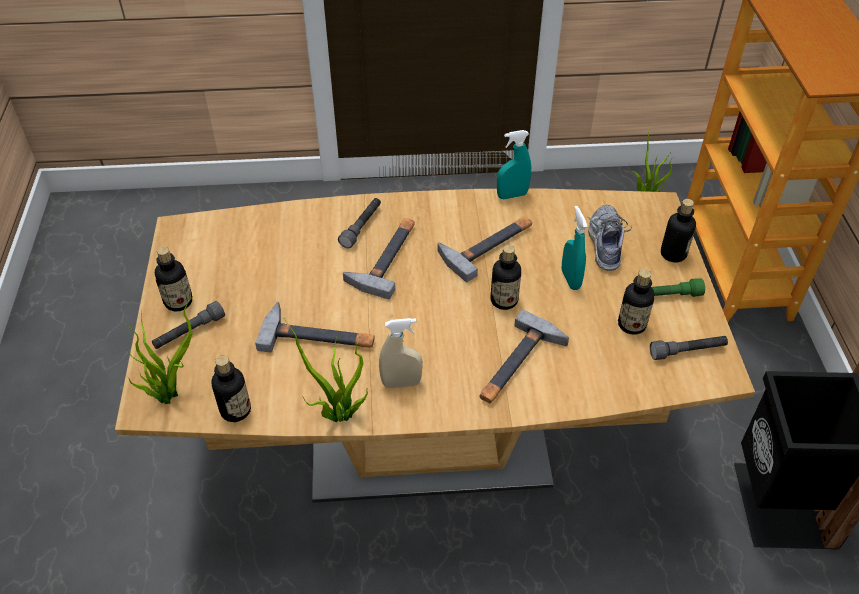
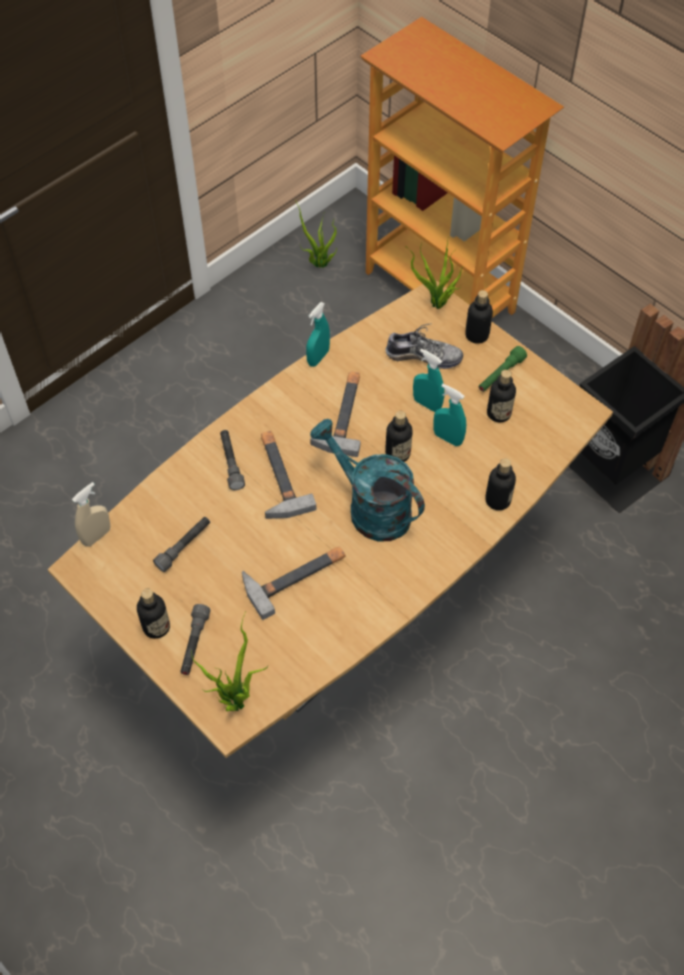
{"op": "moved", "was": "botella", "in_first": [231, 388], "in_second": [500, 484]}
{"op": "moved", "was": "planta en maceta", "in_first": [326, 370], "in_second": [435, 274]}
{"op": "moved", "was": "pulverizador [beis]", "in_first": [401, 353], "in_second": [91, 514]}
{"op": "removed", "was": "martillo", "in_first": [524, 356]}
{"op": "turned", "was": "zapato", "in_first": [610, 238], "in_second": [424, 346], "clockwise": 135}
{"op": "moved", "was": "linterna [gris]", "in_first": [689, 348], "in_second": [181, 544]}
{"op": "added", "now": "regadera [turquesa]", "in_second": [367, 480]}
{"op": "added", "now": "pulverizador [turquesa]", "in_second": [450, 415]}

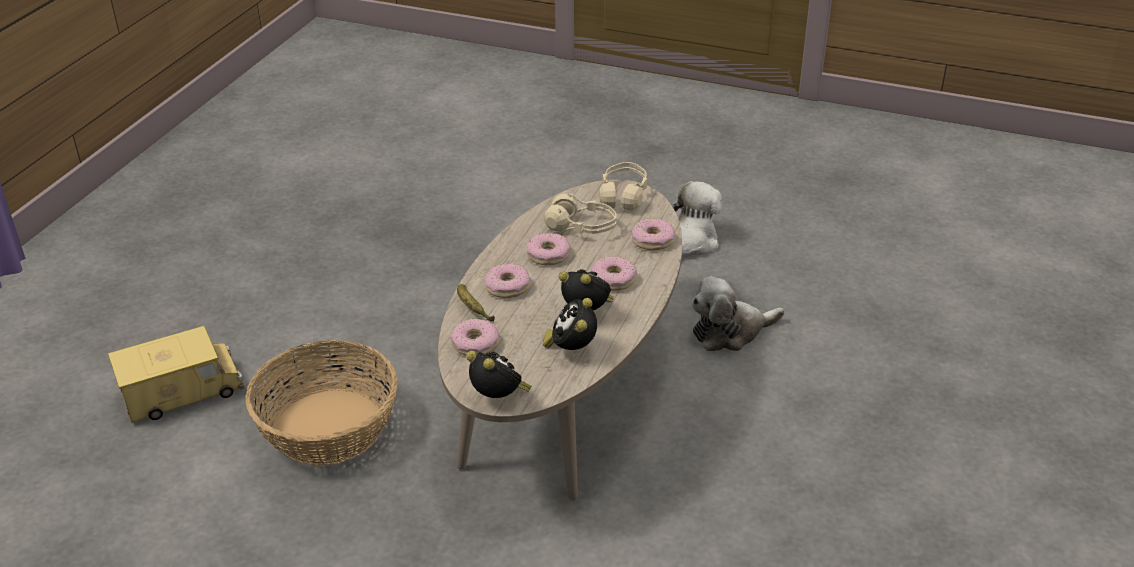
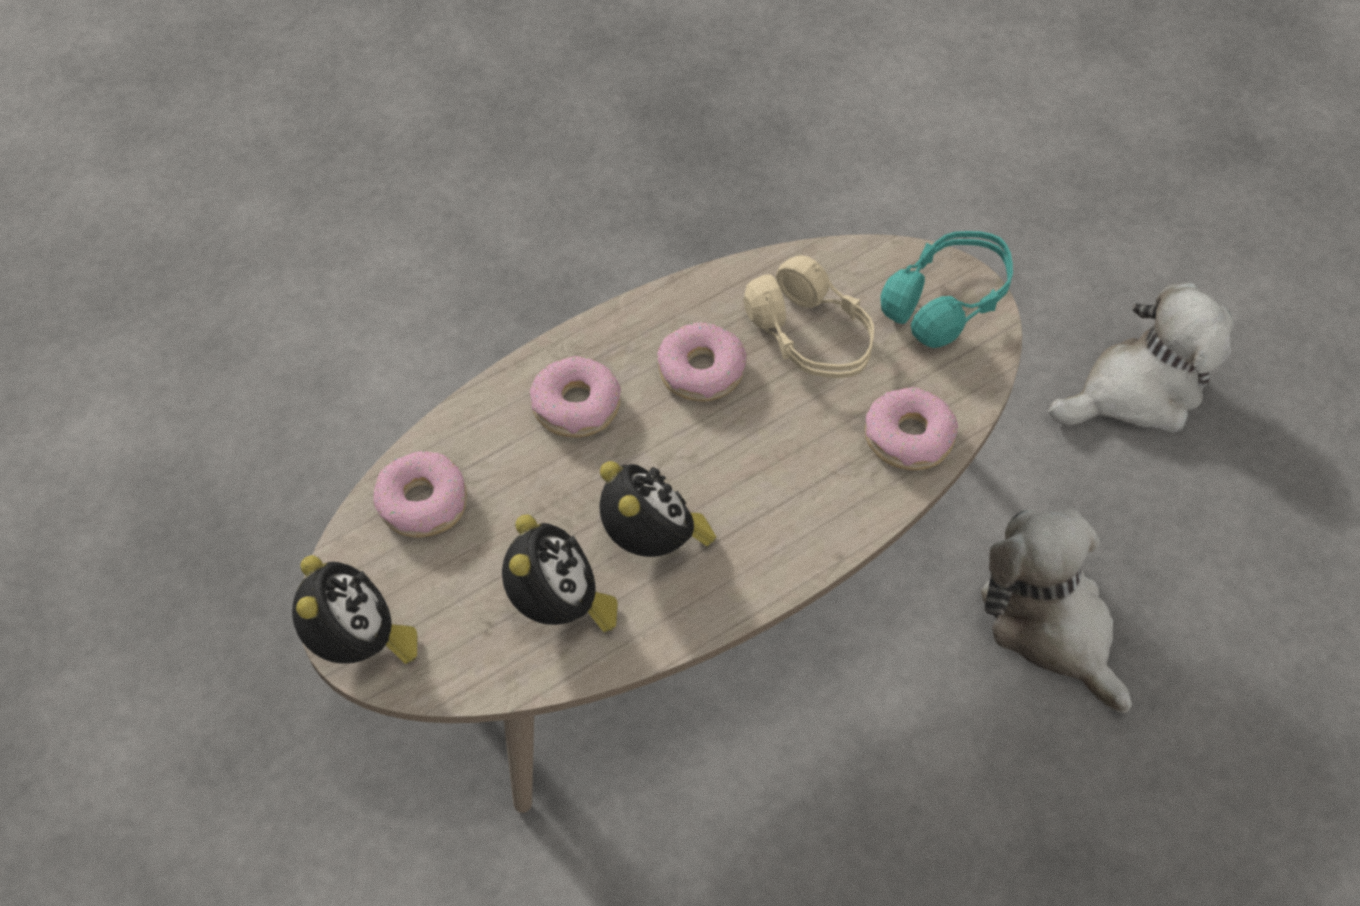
{"op": "removed", "was": "camión de juguete", "in_first": [176, 374]}
{"op": "removed", "was": "cesta", "in_first": [322, 402]}
{"op": "removed", "was": "plátano", "in_first": [476, 303]}
{"op": "turned", "was": "despertador", "in_first": [570, 324], "in_second": [560, 573], "clockwise": 135}
{"op": "removed", "was": "rosquilla", "in_first": [614, 273]}
{"op": "recoloured", "was": "auriculares [beis]", "now": "auriculares [turquesa]", "in_first": [623, 186], "in_second": [947, 289]}
{"op": "turned", "was": "peluche", "in_first": [737, 314], "in_second": [1056, 610], "clockwise": 45}

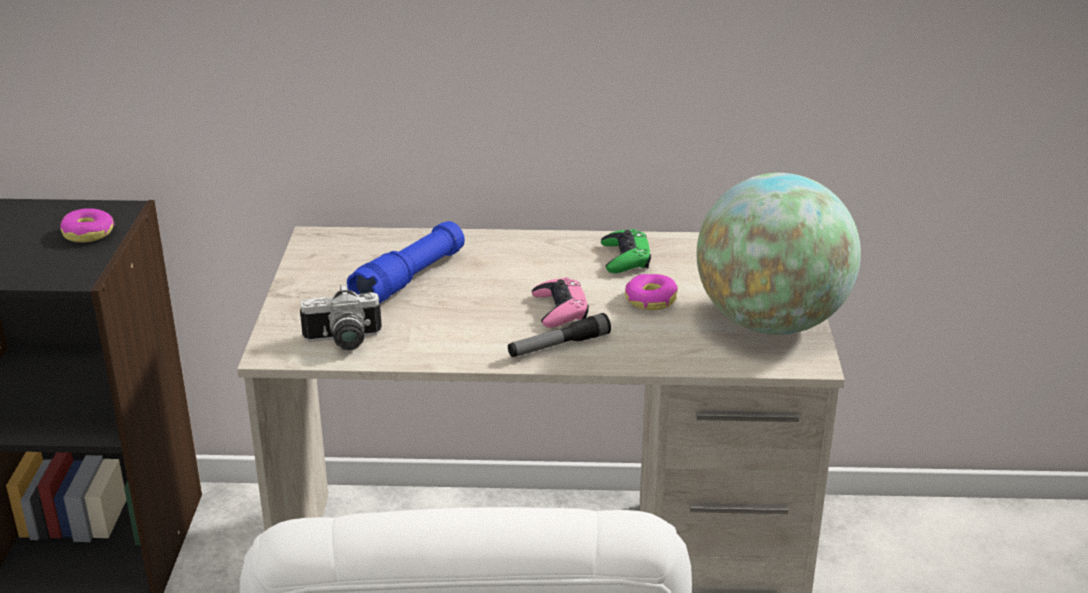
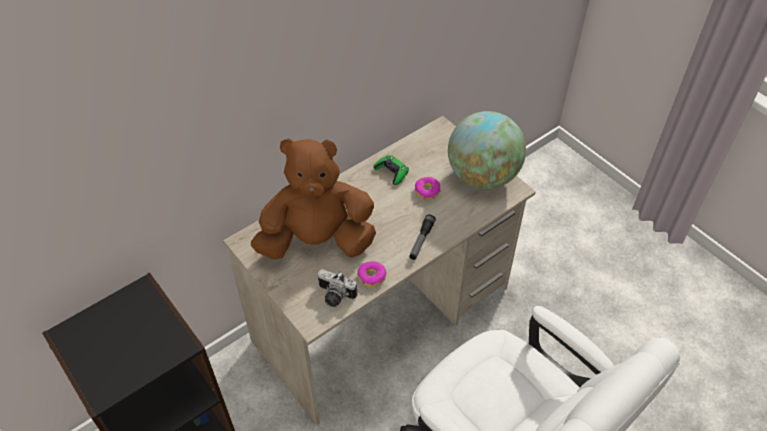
{"op": "moved", "was": "rosquilla", "in_first": [87, 225], "in_second": [372, 274]}
{"op": "turned", "was": "cámara", "in_first": [341, 317], "in_second": [337, 288], "clockwise": 75}
{"op": "replaced", "was": "linterna [azul]", "now": "peluche [marrón]", "in_first": [406, 262], "in_second": [313, 198]}
{"op": "removed", "was": "mando de consola [rosa]", "in_first": [560, 302]}

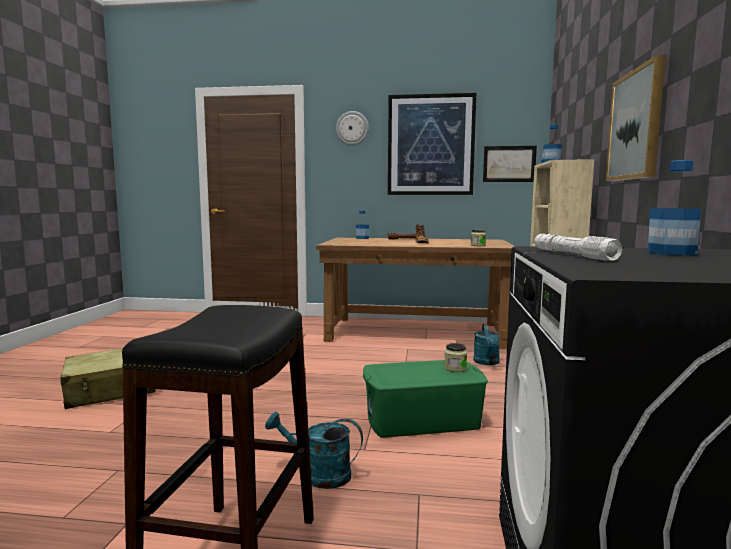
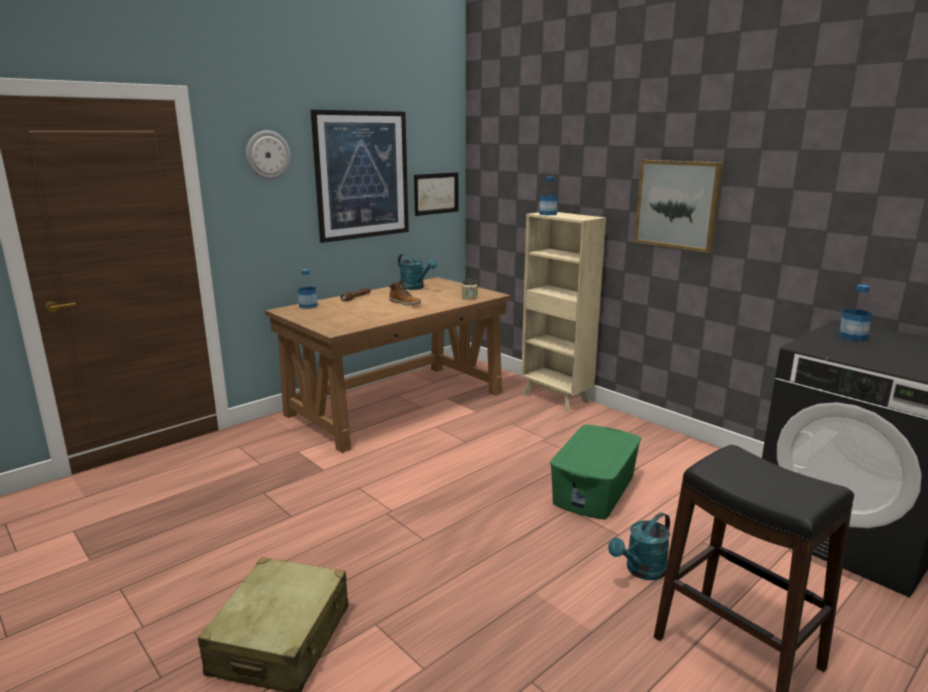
{"op": "removed", "was": "tarro", "in_first": [455, 357]}
{"op": "moved", "was": "regadera [turquesa]", "in_first": [486, 344], "in_second": [417, 272]}
{"op": "removed", "was": "linterna [blanco]", "in_first": [578, 247]}

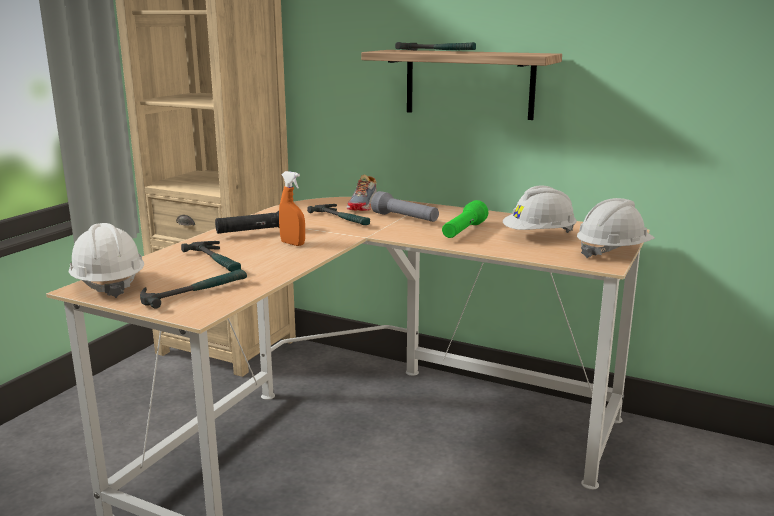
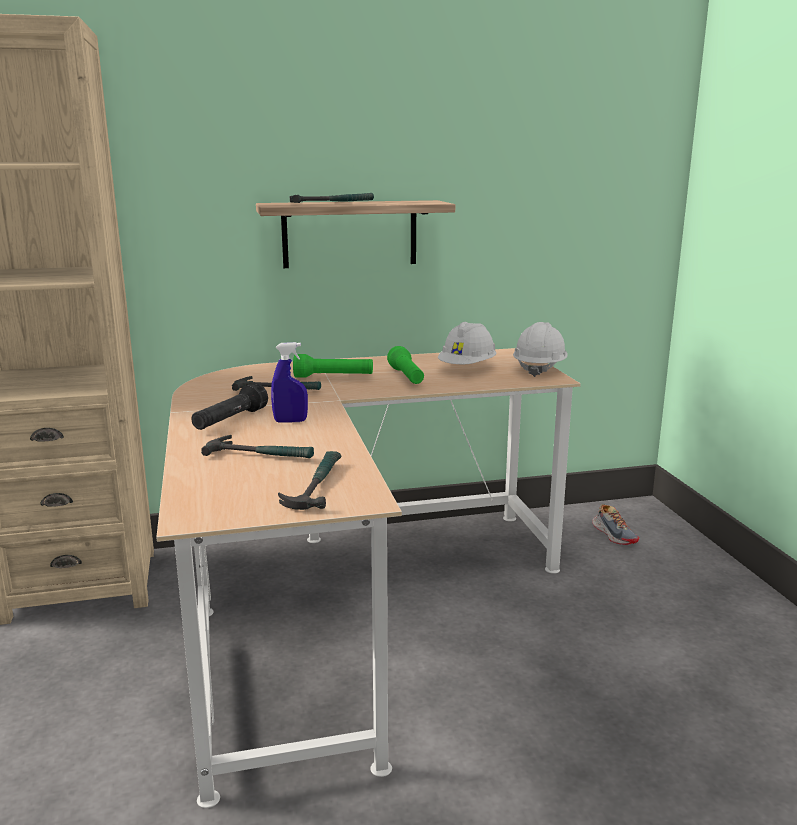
{"op": "removed", "was": "casco [blanco]", "in_first": [106, 260]}
{"op": "recoloured", "was": "pulverizador [naranja]", "now": "pulverizador [azul]", "in_first": [292, 208], "in_second": [289, 382]}
{"op": "moved", "was": "zapato", "in_first": [361, 193], "in_second": [615, 524]}
{"op": "recoloured", "was": "linterna [gris]", "now": "linterna [verde]", "in_first": [405, 206], "in_second": [333, 366]}

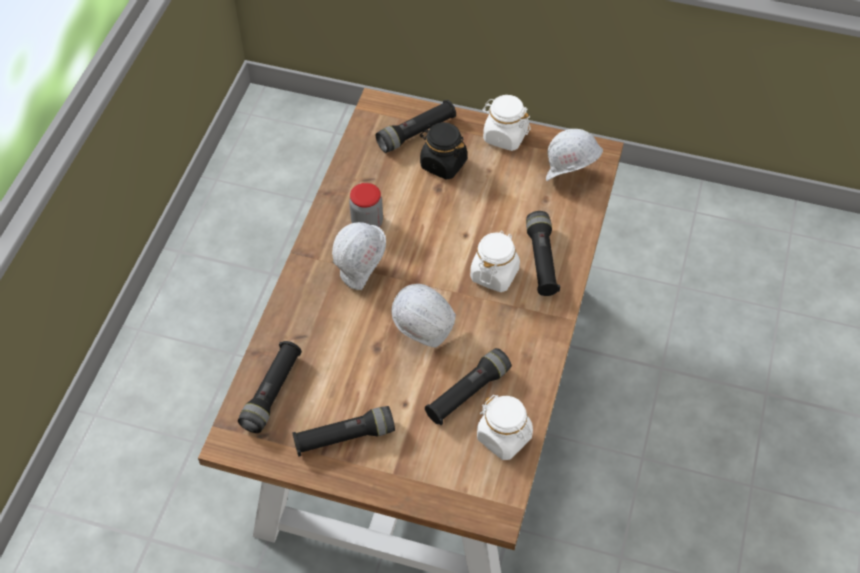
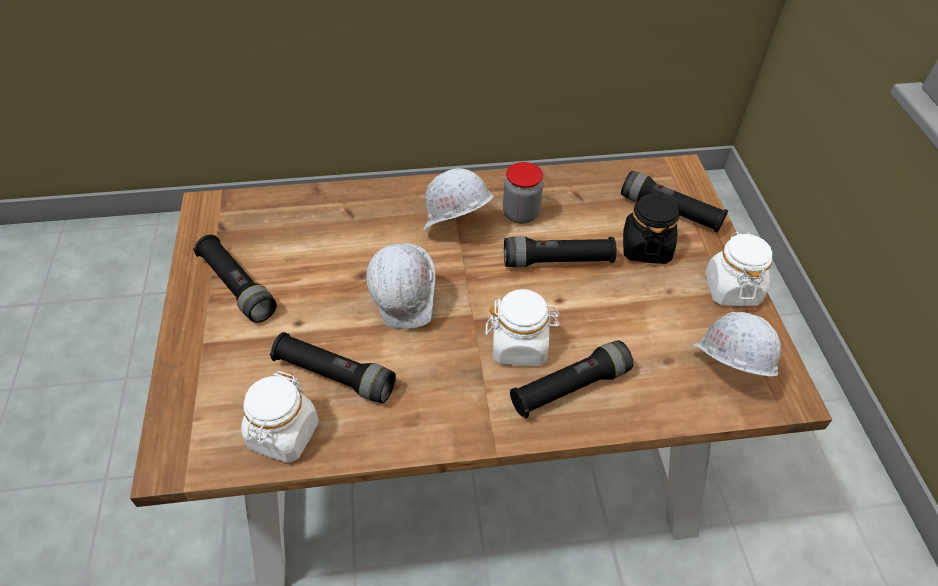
{"op": "moved", "was": "linterna [negro]", "in_first": [270, 387], "in_second": [560, 252]}

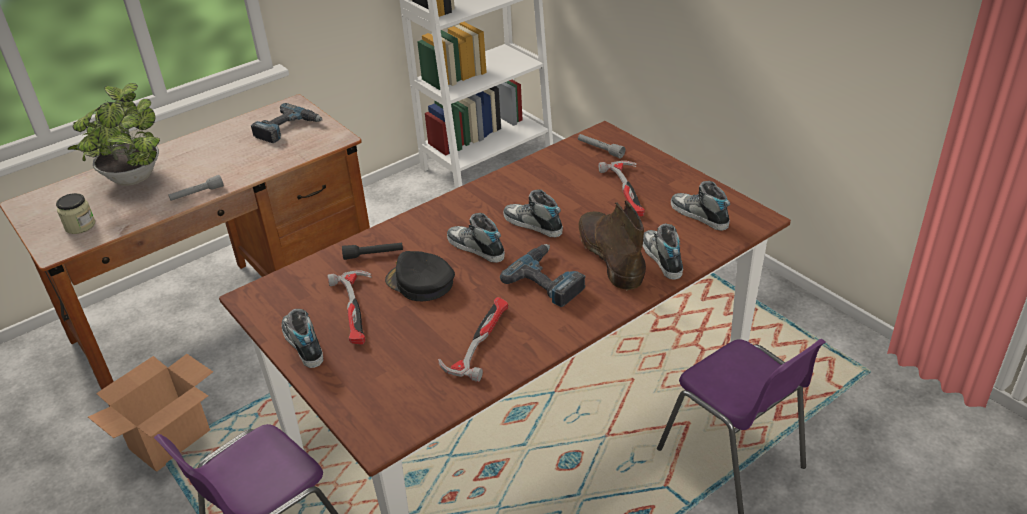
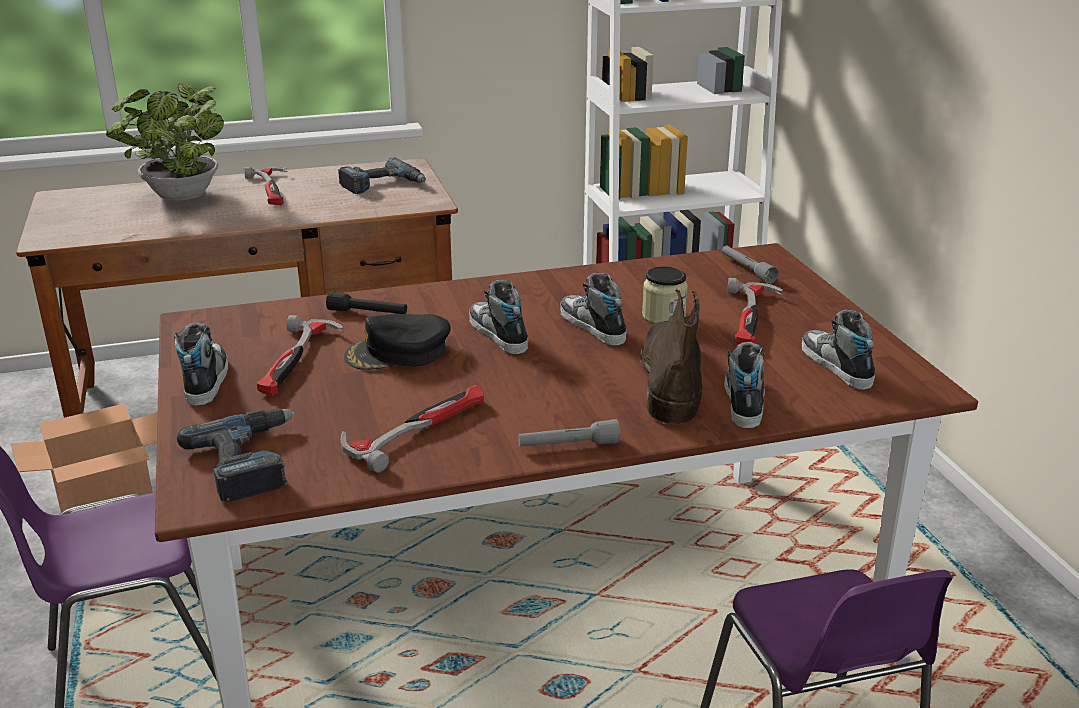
{"op": "moved", "was": "tarro", "in_first": [75, 213], "in_second": [665, 295]}
{"op": "moved", "was": "linterna [gris]", "in_first": [196, 188], "in_second": [569, 433]}
{"op": "turned", "was": "gorra [negro]", "in_first": [420, 276], "in_second": [397, 342], "clockwise": -75}
{"op": "moved", "was": "taladro", "in_first": [543, 275], "in_second": [236, 455]}
{"op": "added", "now": "martillo", "in_second": [265, 186]}

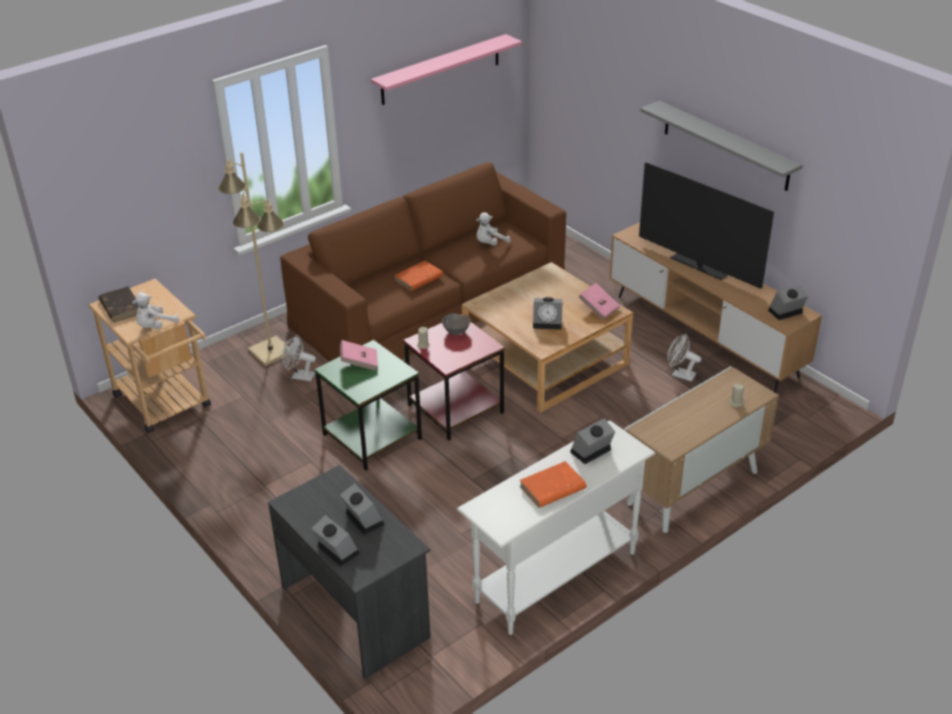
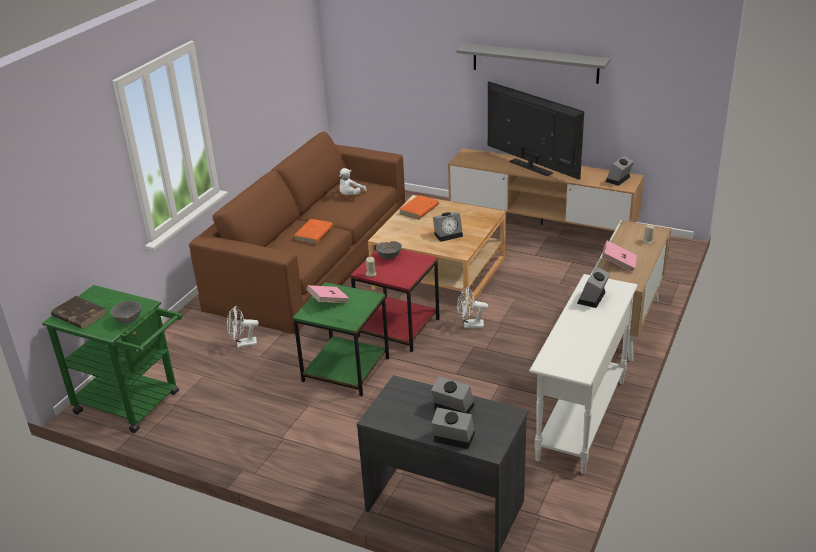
{"op": "recoloured", "was": "carrito [beis]", "now": "carrito [verde]", "in_first": [149, 356], "in_second": [112, 359]}
{"op": "replaced", "was": "peluche [blanco]", "now": "cuenco [gris]", "in_first": [155, 310], "in_second": [126, 312]}
{"op": "removed", "was": "lámpara de pie [beis]", "in_first": [253, 259]}
{"op": "removed", "was": "estante [rosa]", "in_first": [446, 69]}
{"op": "moved", "was": "libro [naranja]", "in_first": [553, 484], "in_second": [419, 207]}
{"op": "moved", "was": "libro [rosa]", "in_first": [599, 301], "in_second": [619, 256]}
{"op": "turned", "was": "televisor", "in_first": [706, 225], "in_second": [536, 131], "clockwise": -150}
{"op": "moved", "was": "ventilador [blanco]", "in_first": [684, 357], "in_second": [472, 307]}

